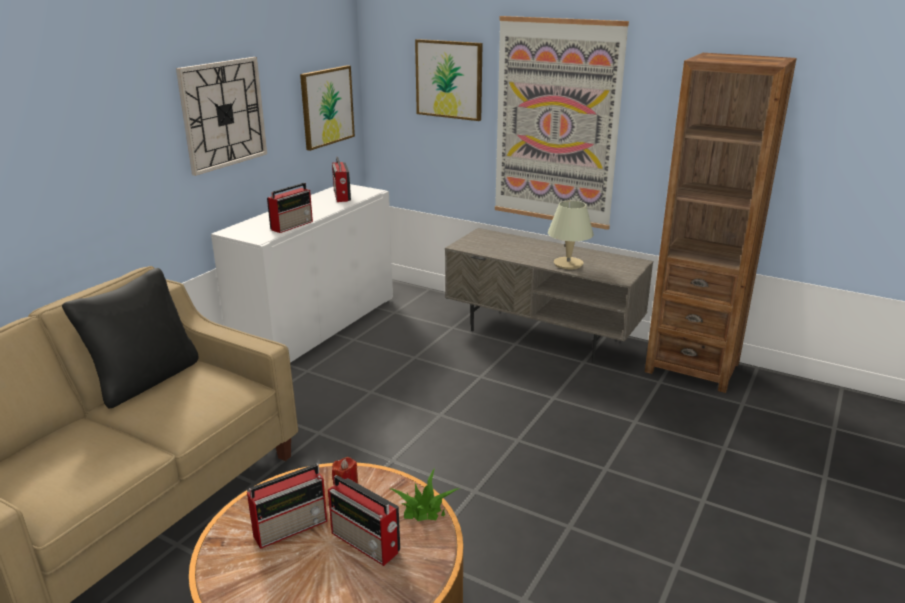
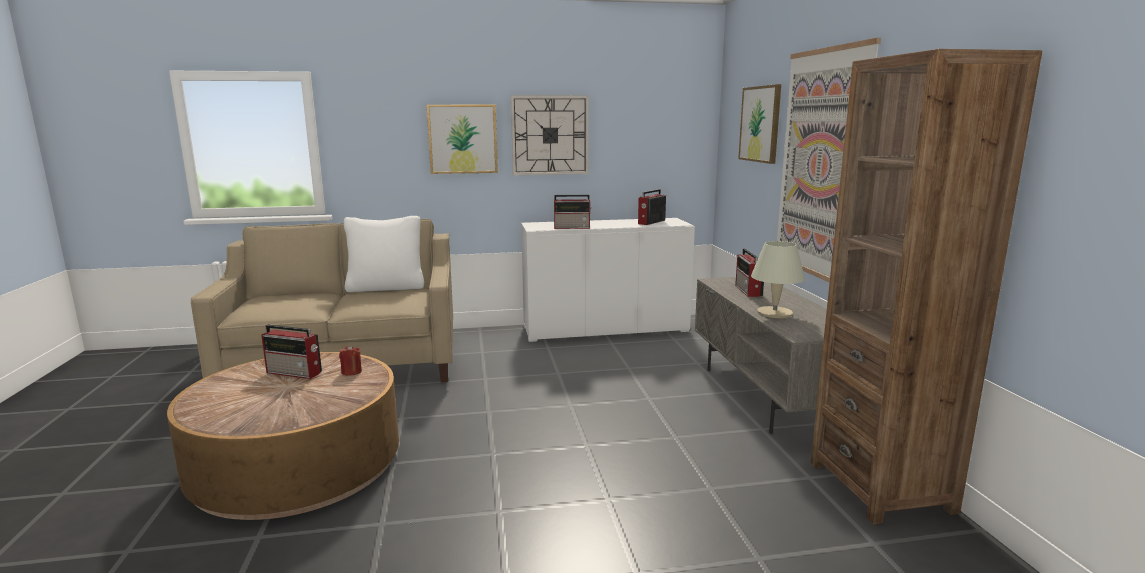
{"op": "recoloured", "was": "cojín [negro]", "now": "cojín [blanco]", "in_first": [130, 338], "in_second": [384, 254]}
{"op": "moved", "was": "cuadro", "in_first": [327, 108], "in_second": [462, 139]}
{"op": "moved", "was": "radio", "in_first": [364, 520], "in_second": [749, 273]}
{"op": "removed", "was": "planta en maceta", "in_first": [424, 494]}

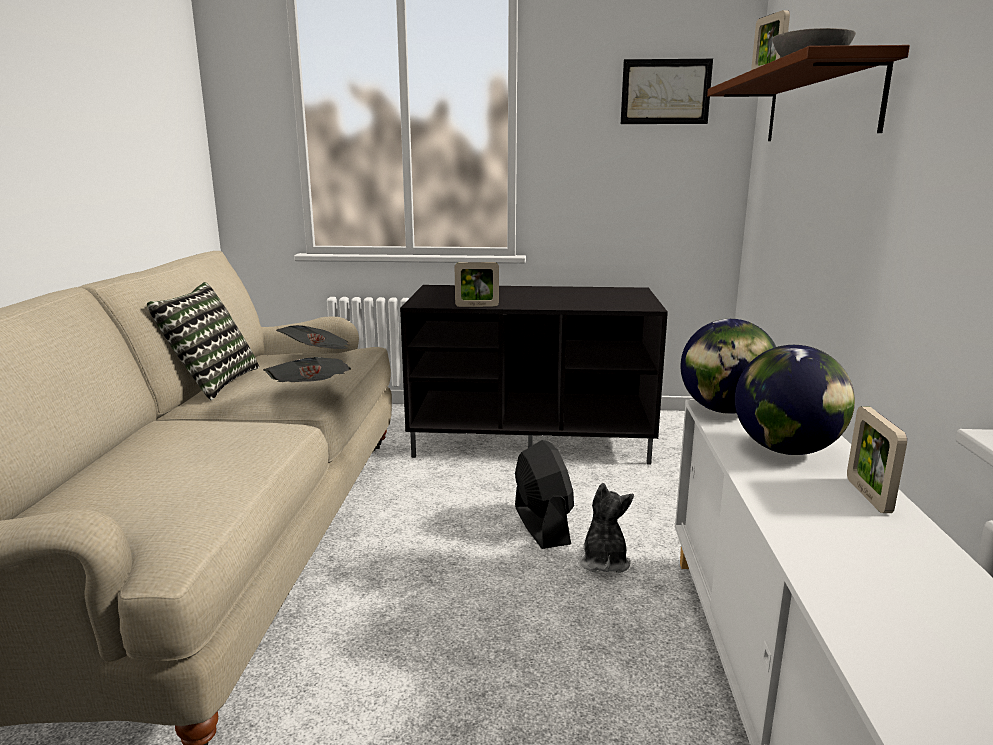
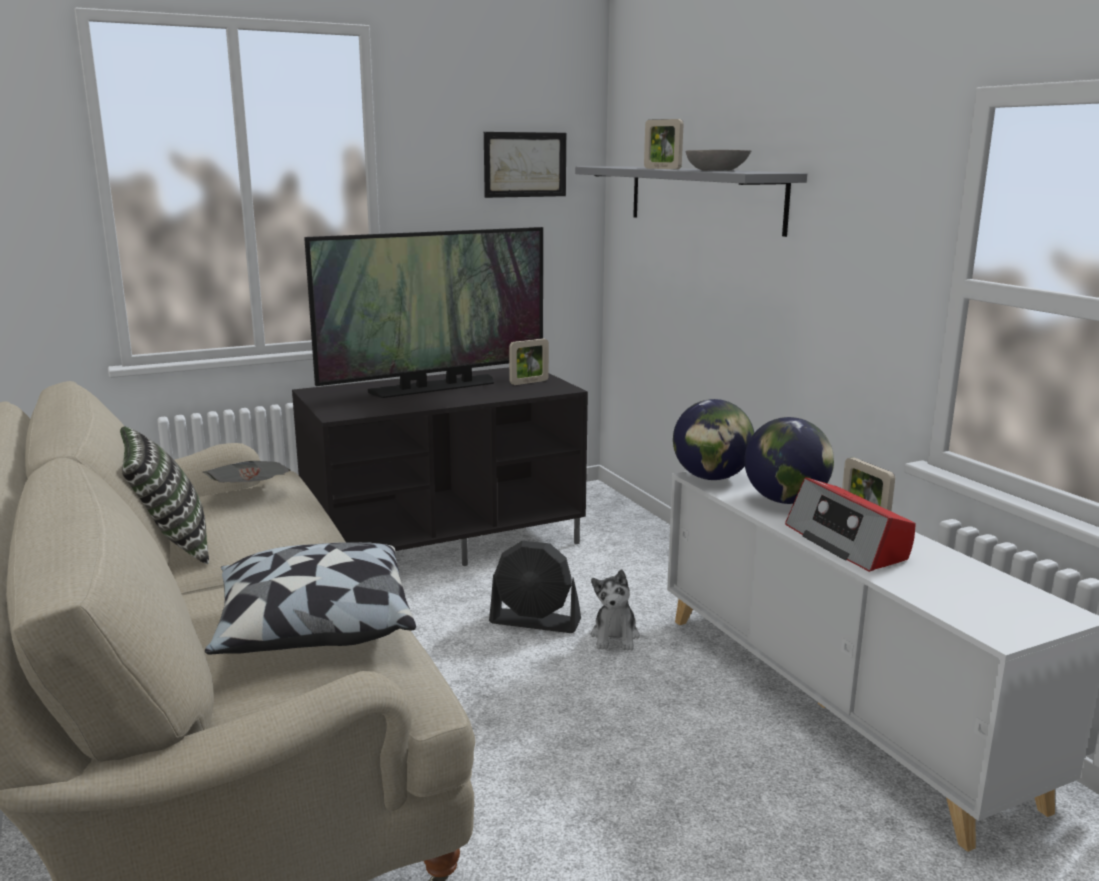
{"op": "removed", "was": "periódico", "in_first": [307, 369]}
{"op": "moved", "was": "portarretratos", "in_first": [477, 284], "in_second": [529, 361]}
{"op": "turned", "was": "ventilador [negro]", "in_first": [544, 494], "in_second": [535, 587], "clockwise": 150}
{"op": "turned", "was": "peluche", "in_first": [606, 528], "in_second": [615, 610], "clockwise": -150}
{"op": "recoloured", "was": "estante [marrón]", "now": "estante [gris]", "in_first": [808, 93], "in_second": [691, 201]}
{"op": "added", "now": "cojín", "in_second": [310, 598]}
{"op": "added", "now": "televisor", "in_second": [423, 312]}
{"op": "added", "now": "radio", "in_second": [850, 525]}

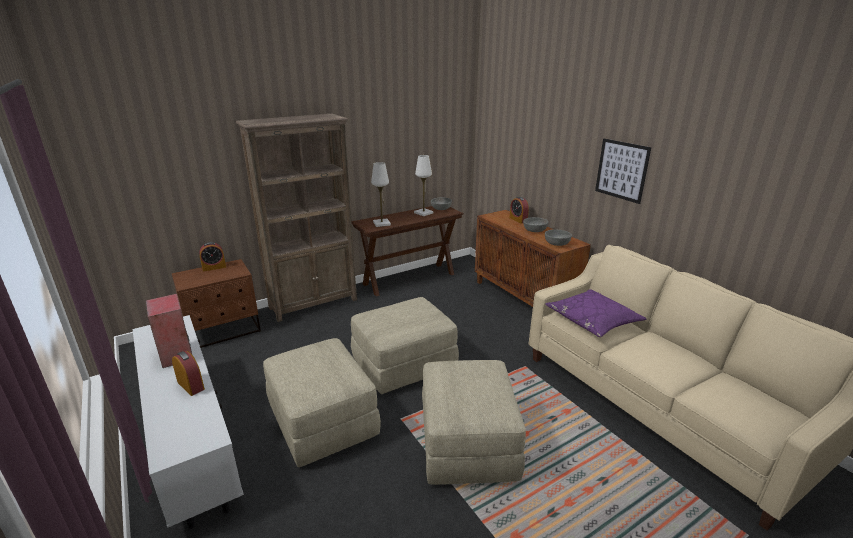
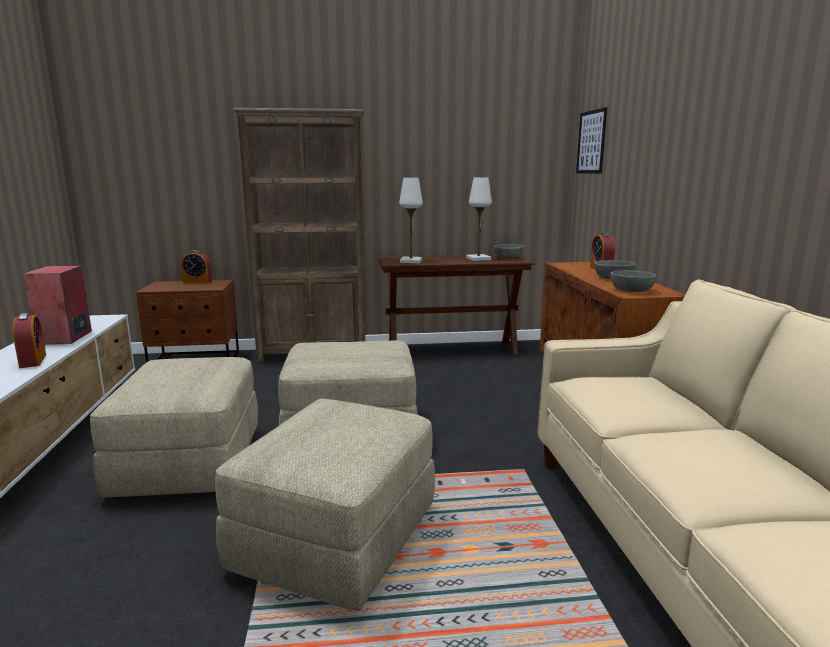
{"op": "removed", "was": "cojín [morado]", "in_first": [595, 313]}
{"op": "moved", "was": "cuadro", "in_first": [623, 171], "in_second": [591, 140]}

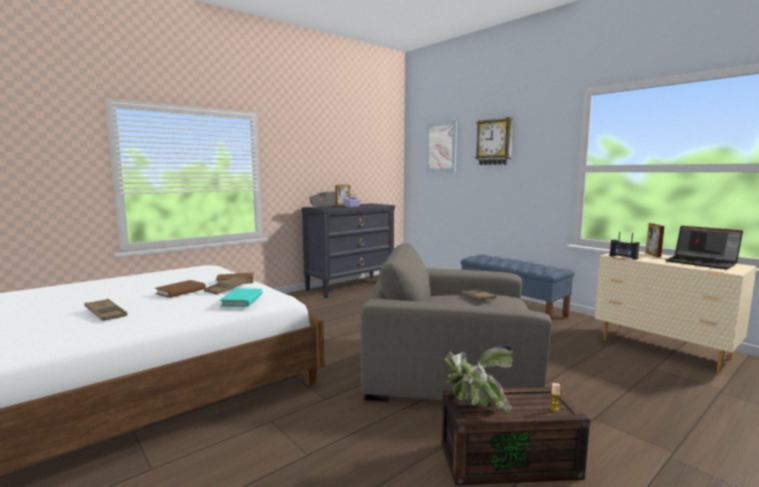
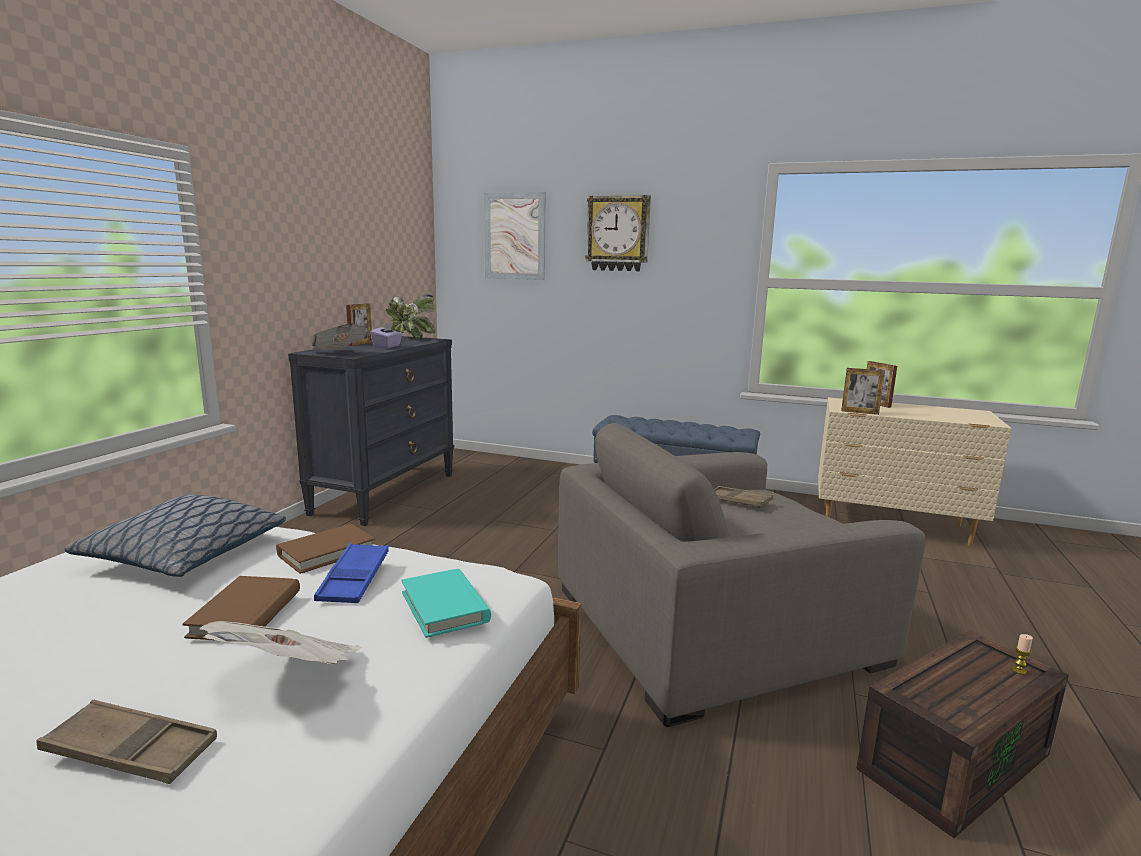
{"op": "recoloured", "was": "bandeja [marrón]", "now": "bandeja [azul]", "in_first": [226, 285], "in_second": [351, 573]}
{"op": "moved", "was": "planta en maceta", "in_first": [478, 379], "in_second": [411, 317]}
{"op": "replaced", "was": "radio", "now": "portarretratos", "in_first": [625, 246], "in_second": [863, 391]}
{"op": "removed", "was": "portátil", "in_first": [704, 247]}
{"op": "added", "now": "cojín", "in_second": [175, 536]}
{"op": "added", "now": "periódico", "in_second": [281, 642]}

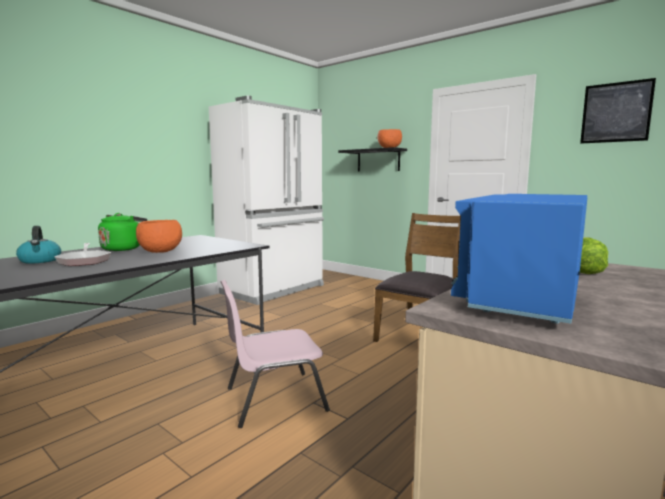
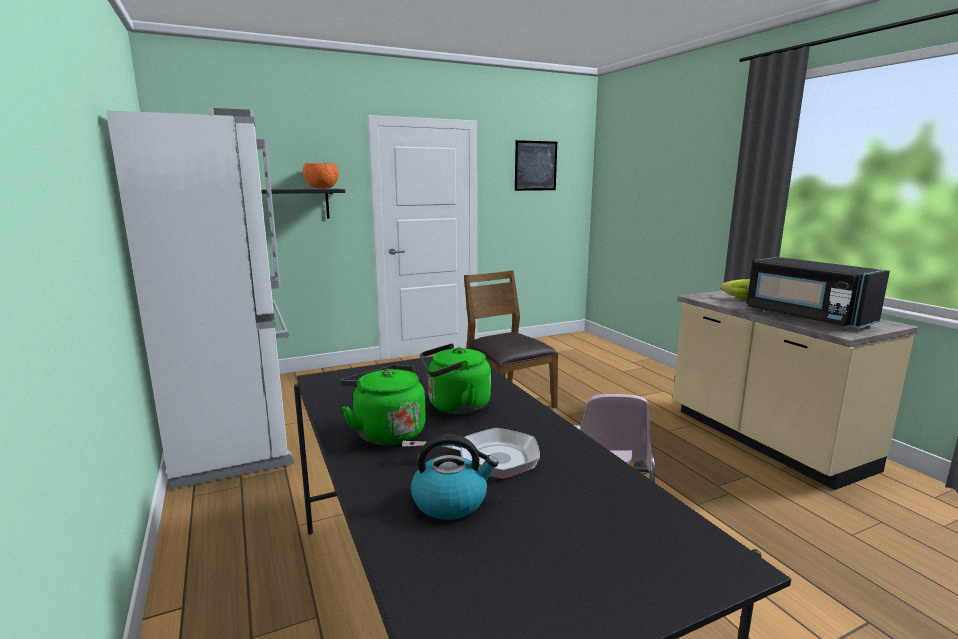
{"op": "replaced", "was": "cuenco [naranja]", "now": "hervidor [verde]", "in_first": [159, 236], "in_second": [455, 378]}
{"op": "recoloured", "was": "microondas [azul]", "now": "microondas [negro]", "in_first": [519, 259], "in_second": [818, 293]}

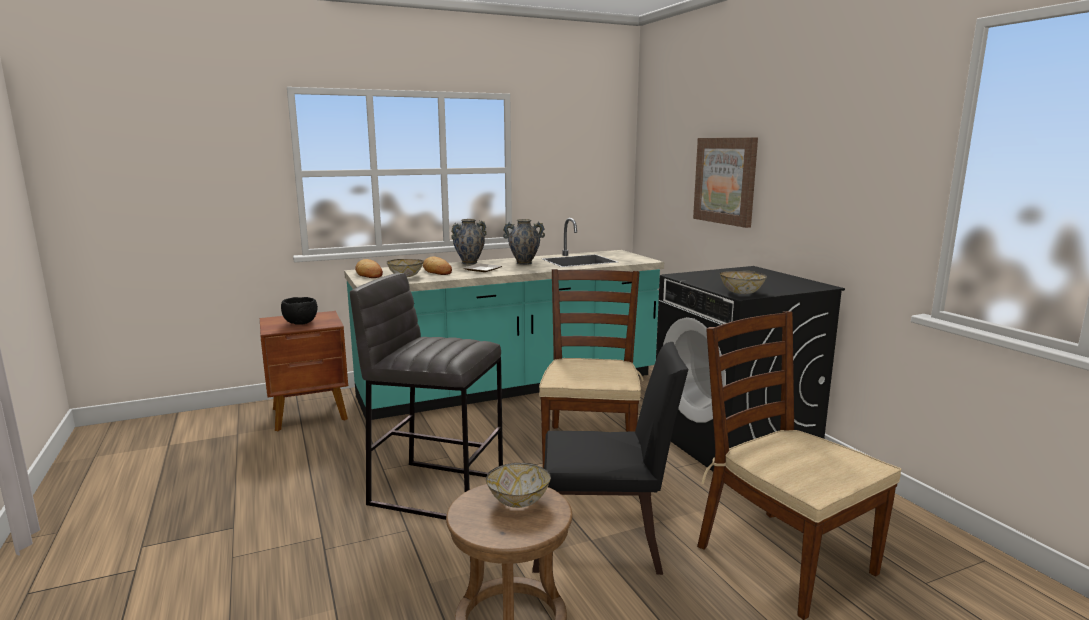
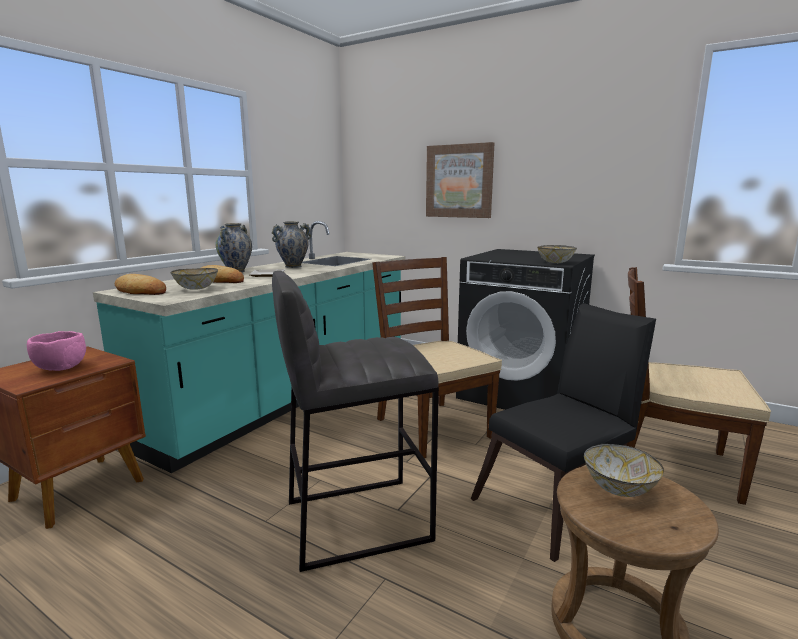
{"op": "recoloured", "was": "cuenco [negro]", "now": "cuenco [rosa]", "in_first": [299, 311], "in_second": [56, 351]}

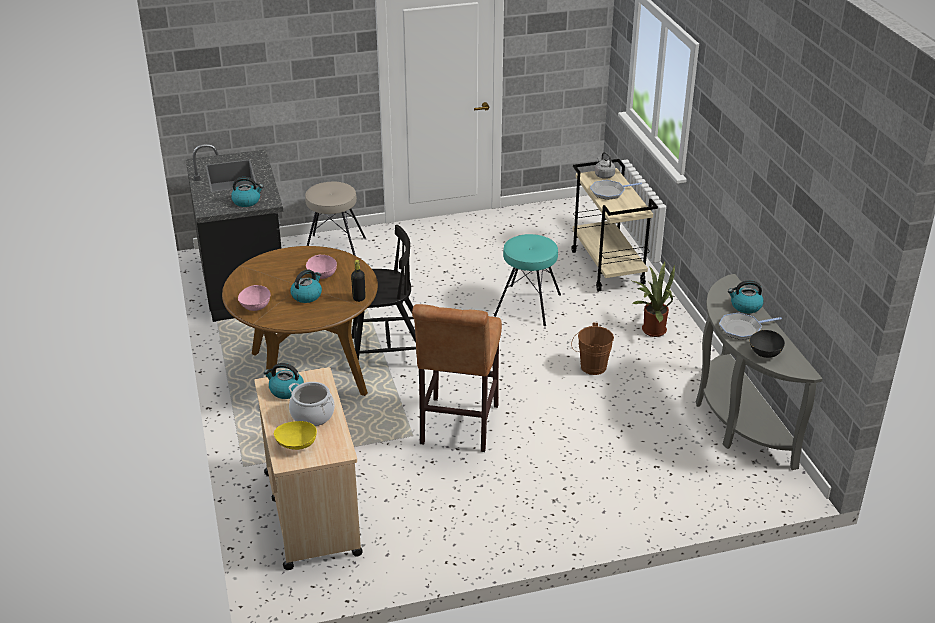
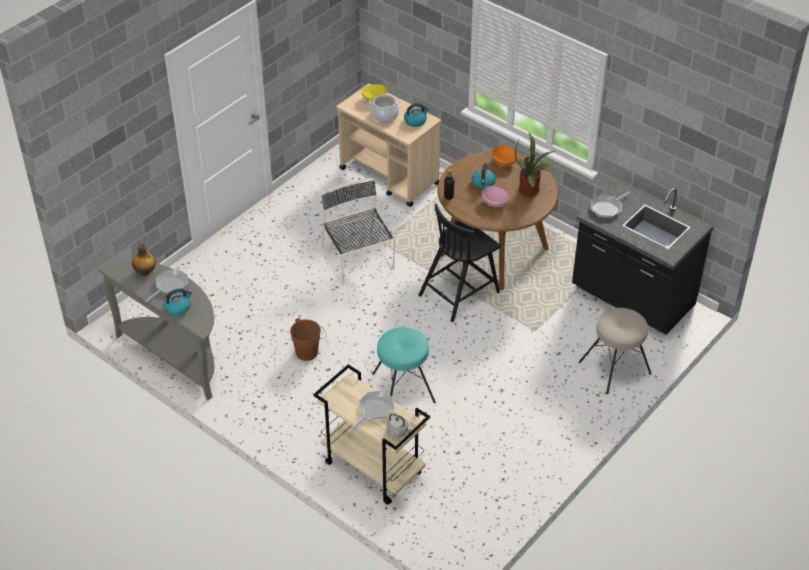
{"op": "replaced", "was": "hervidor", "now": "sartén", "in_first": [247, 192], "in_second": [611, 204]}
{"op": "recoloured", "was": "cuenco [rosa]", "now": "cuenco [naranja]", "in_first": [254, 298], "in_second": [505, 156]}
{"op": "replaced", "was": "taburete [marrón]", "now": "silla [negro]", "in_first": [457, 378], "in_second": [358, 231]}
{"op": "moved", "was": "planta en maceta", "in_first": [653, 299], "in_second": [535, 164]}
{"op": "replaced", "was": "cuenco [negro]", "now": "botella", "in_first": [767, 344], "in_second": [144, 259]}

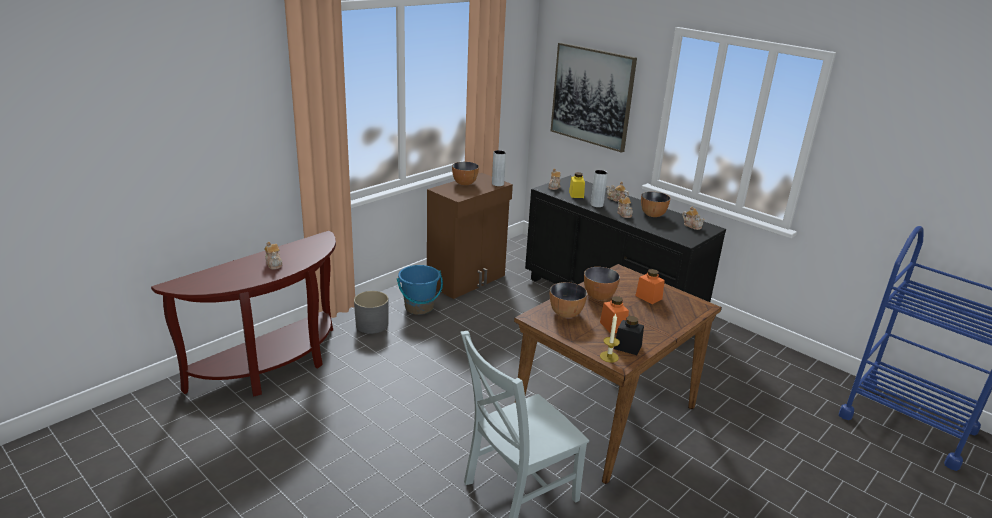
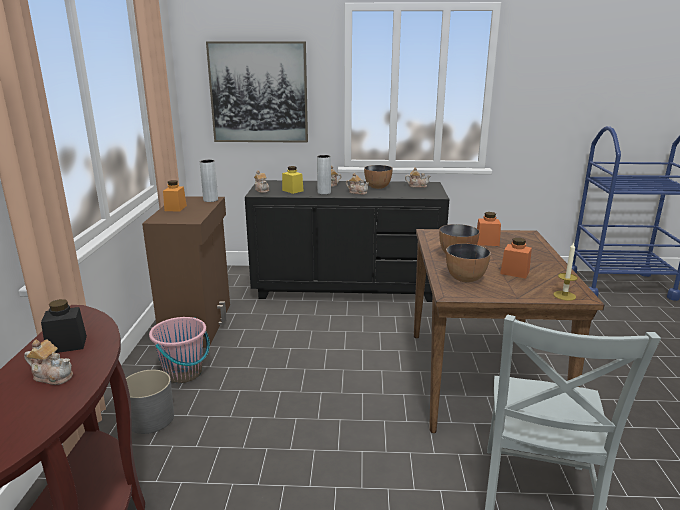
{"op": "recoloured", "was": "cubo [azul]", "now": "cubo [rosa]", "in_first": [420, 290], "in_second": [179, 350]}
{"op": "replaced", "was": "cuenco", "now": "tarro [naranja]", "in_first": [465, 174], "in_second": [175, 196]}
{"op": "moved", "was": "tarro [negro]", "in_first": [629, 335], "in_second": [64, 326]}

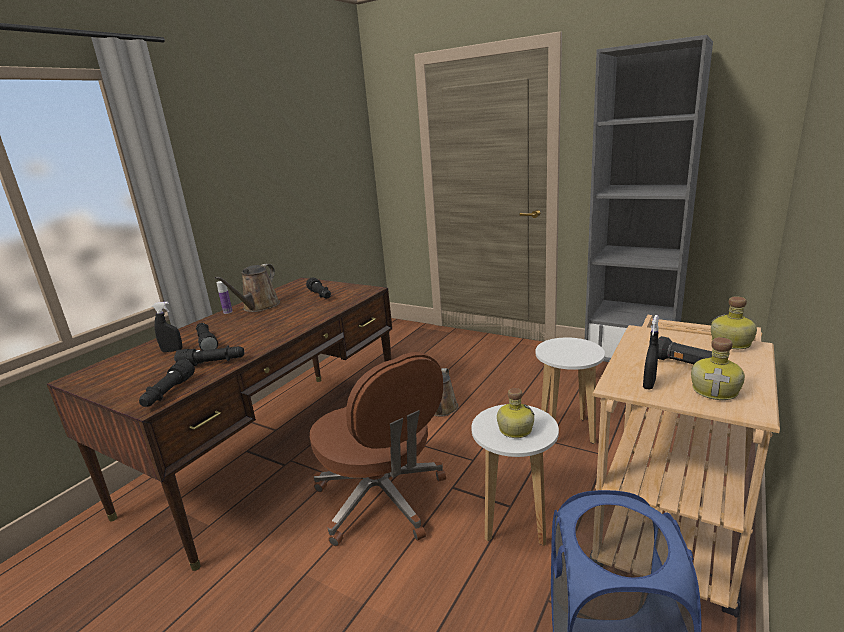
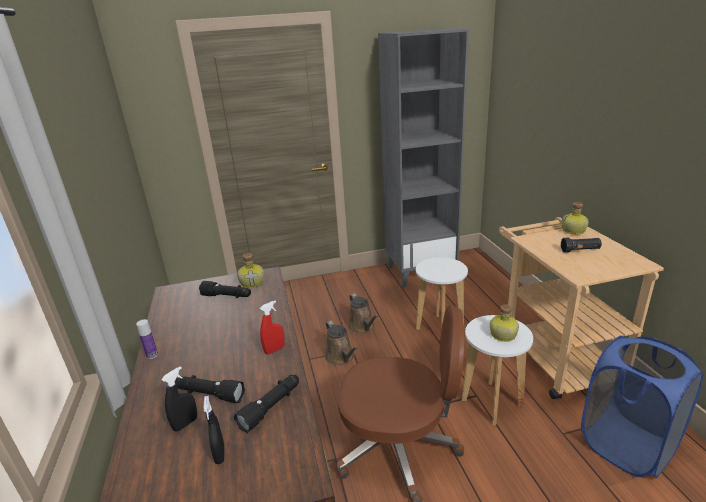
{"op": "removed", "was": "linterna [negro]", "in_first": [167, 383]}
{"op": "moved", "was": "regadera [marrón]", "in_first": [247, 288], "in_second": [363, 313]}
{"op": "moved", "was": "pulverizador [negro]", "in_first": [651, 352], "in_second": [213, 429]}
{"op": "moved", "was": "botella", "in_first": [718, 368], "in_second": [250, 270]}
{"op": "added", "now": "pulverizador [rojo]", "in_second": [272, 327]}

